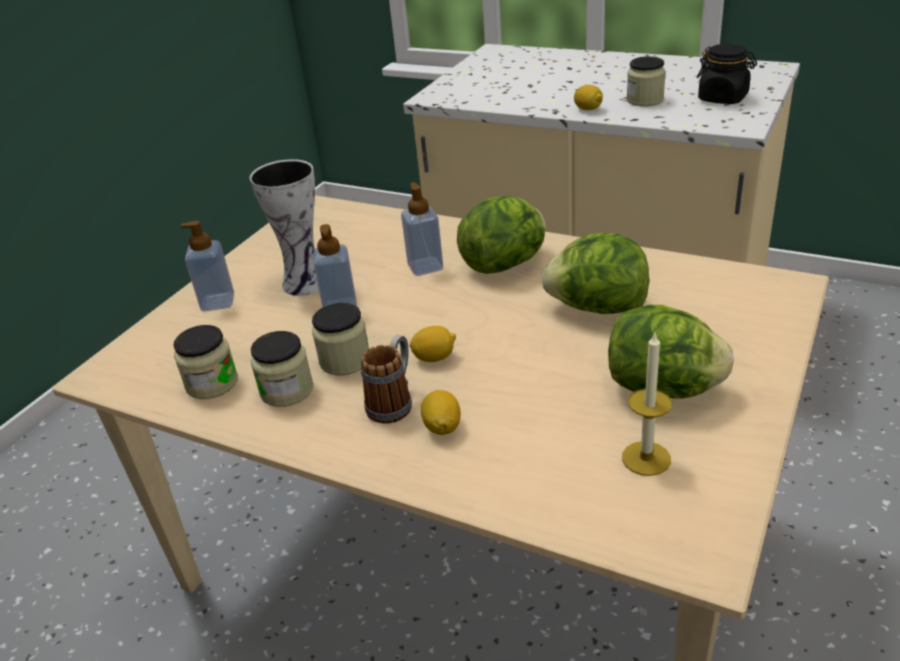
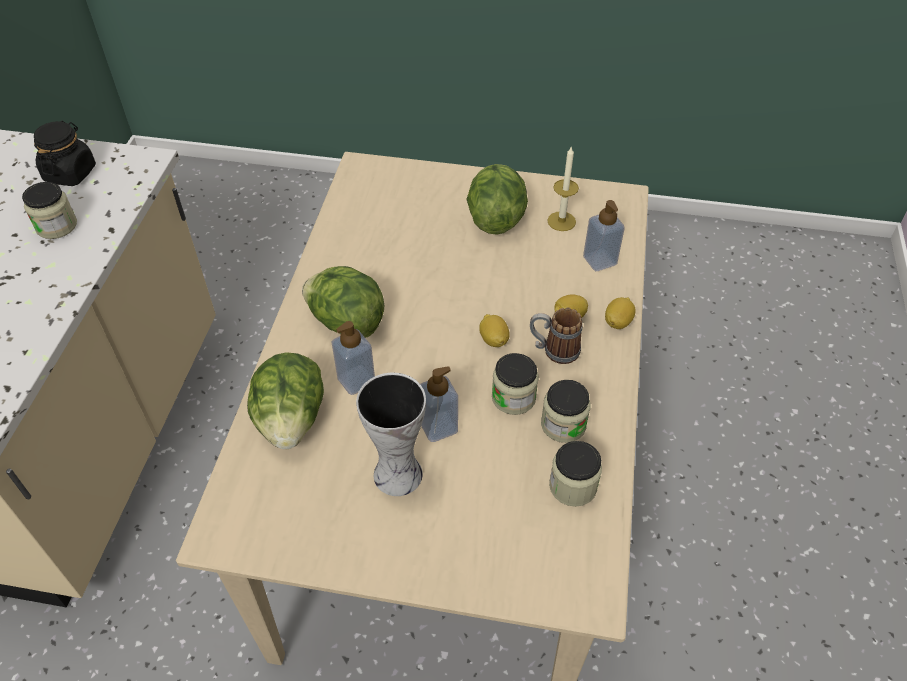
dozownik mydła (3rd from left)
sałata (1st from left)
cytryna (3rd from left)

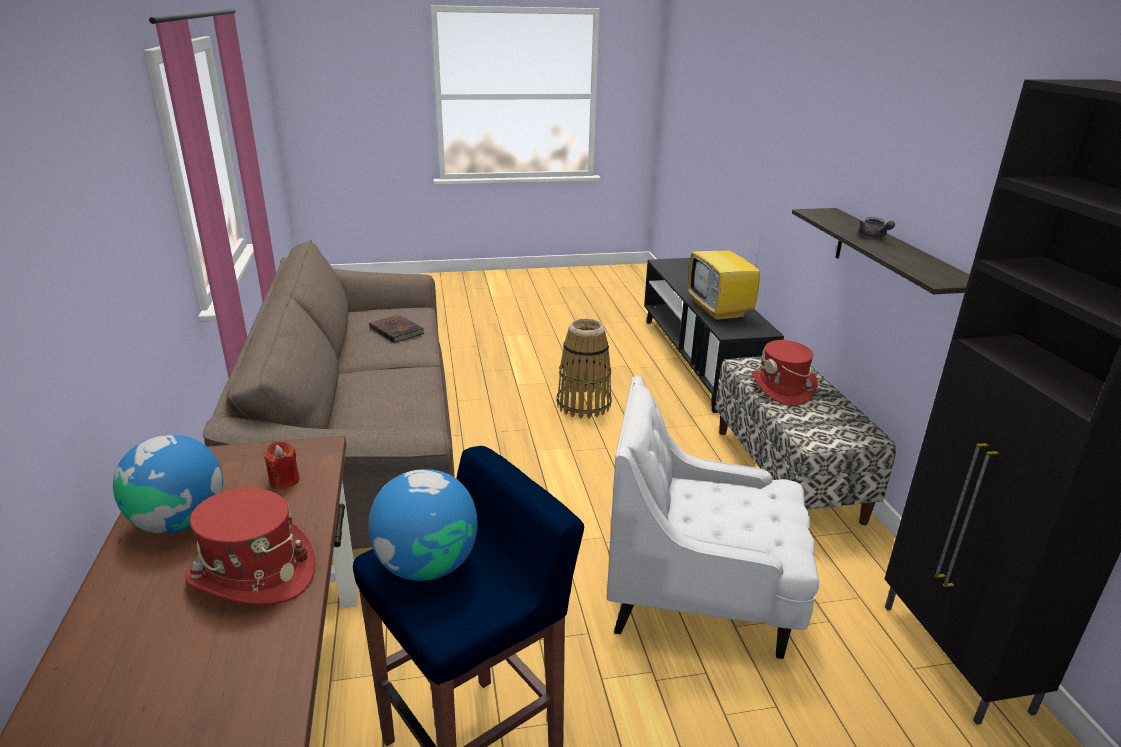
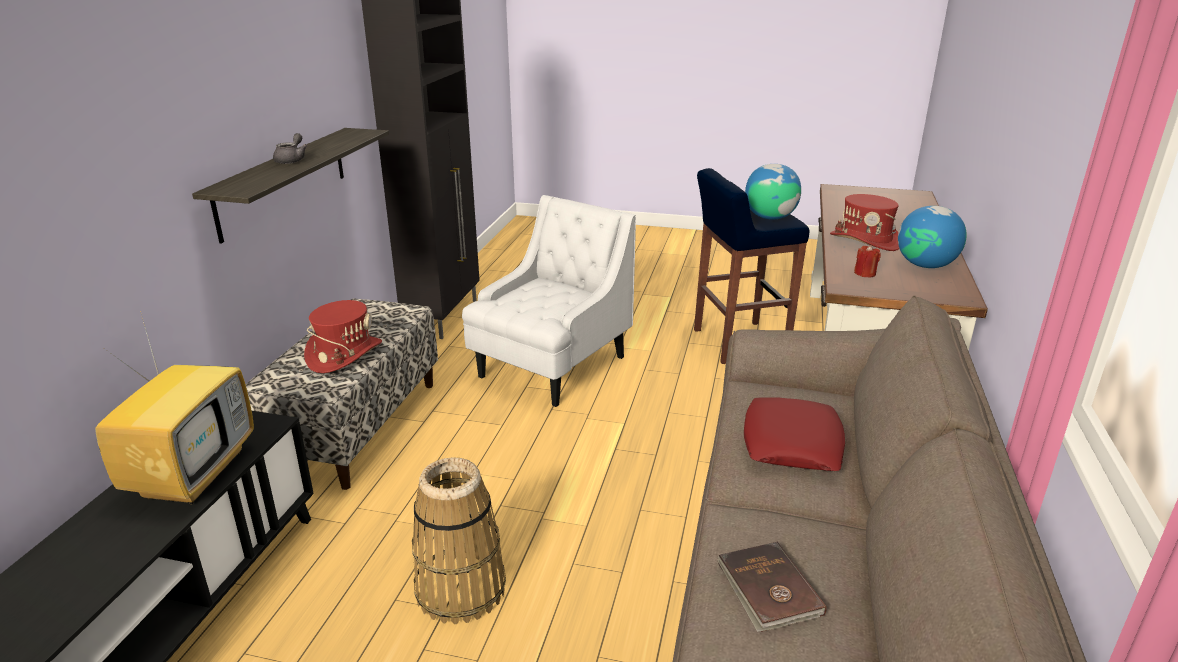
fotel (biały)
poduszka (czerwony)

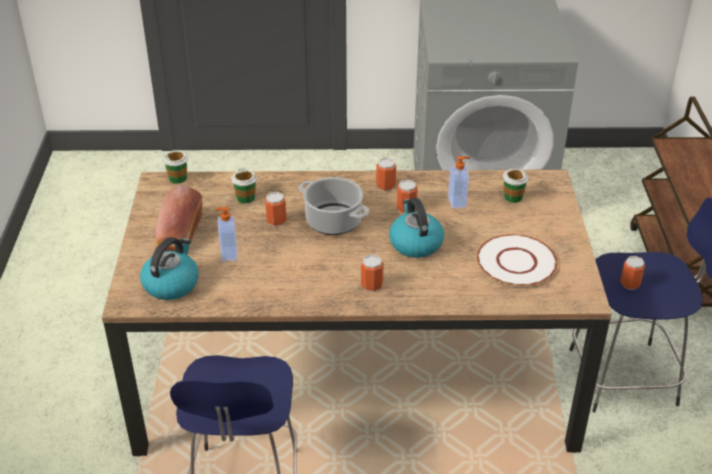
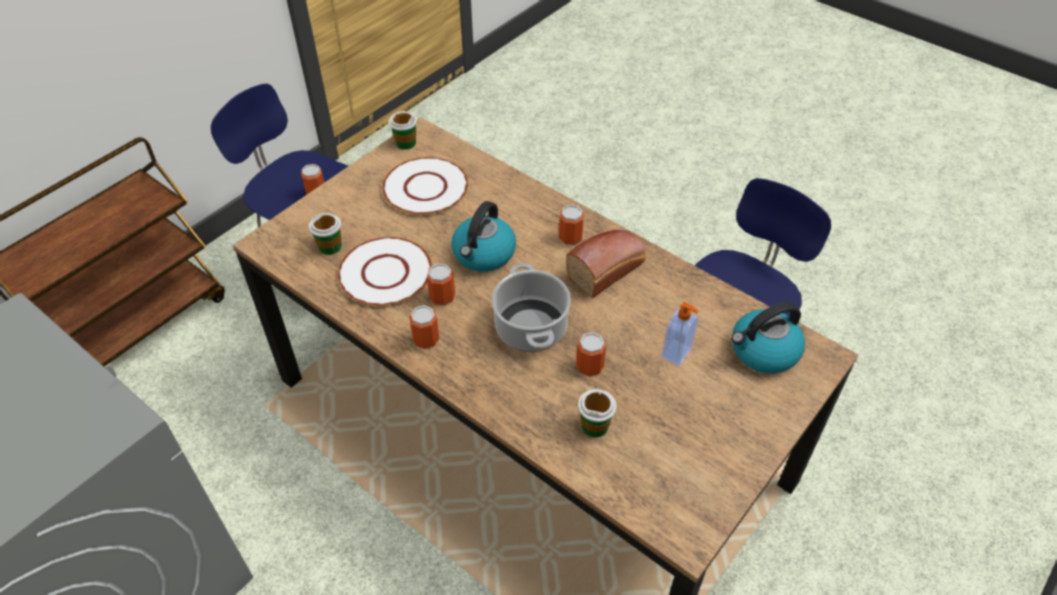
chleb
filiżanka (2nd from left)
talerz (biały) (1st from left)

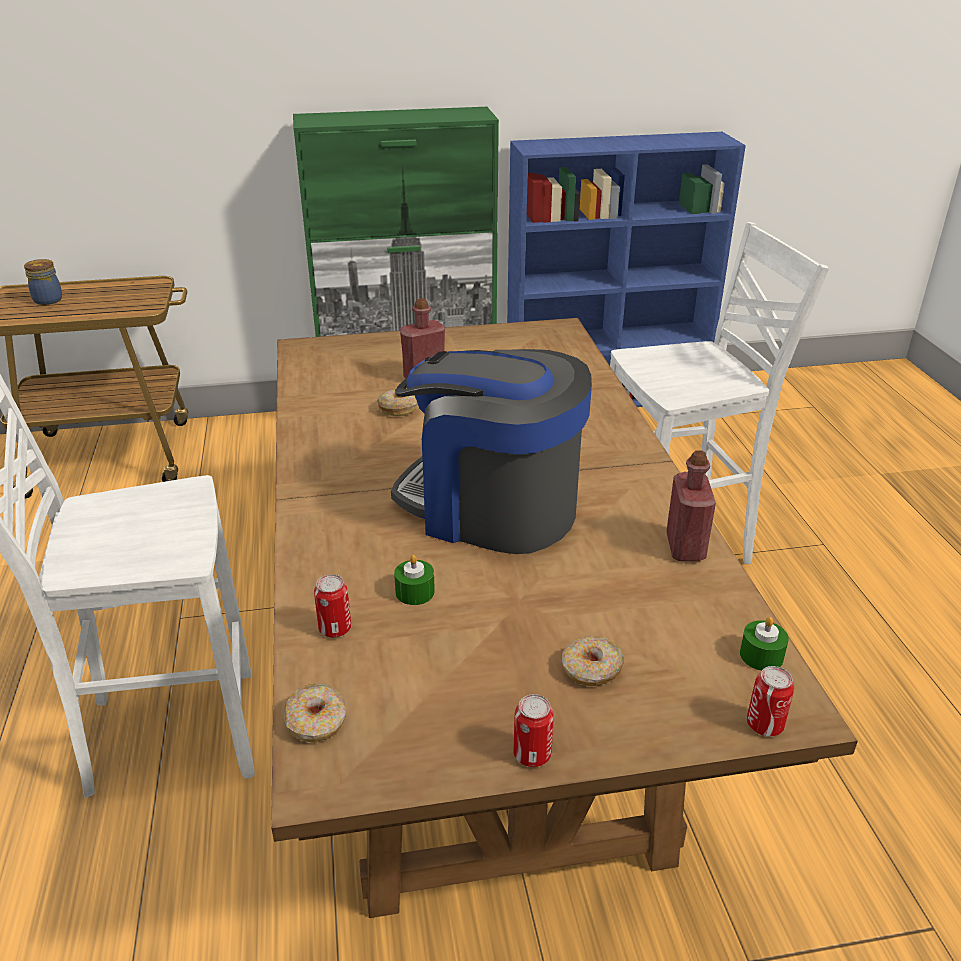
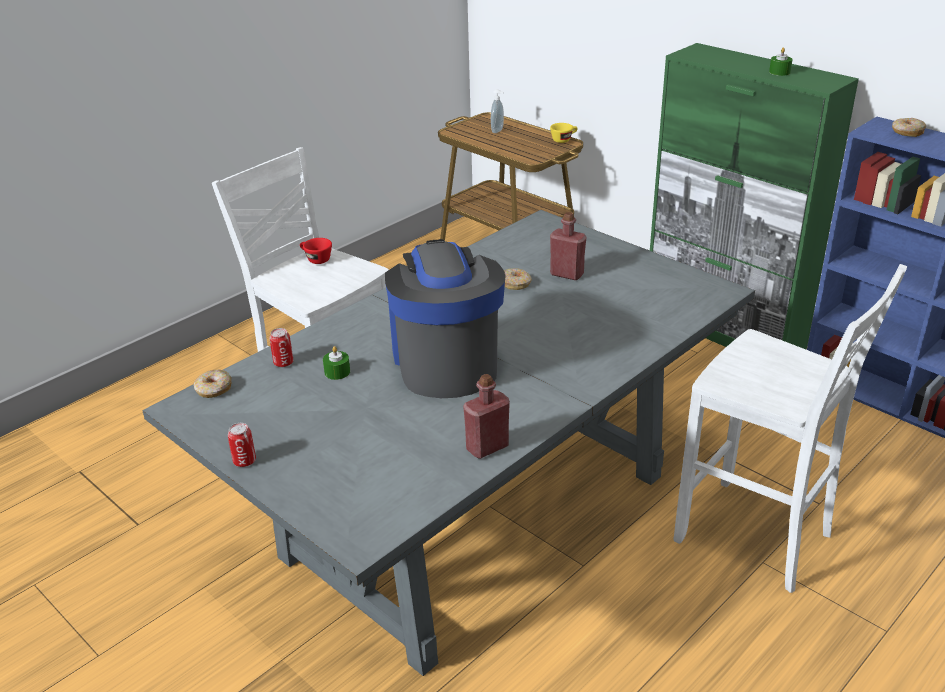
dozownik mydła
stół jadalny (szary)
donut (3rd from left)
świeca (zielony) (2nd from left)
puszka (3rd from left in the first image)
filiżanka (czerwony)
filiżanka (żółty)

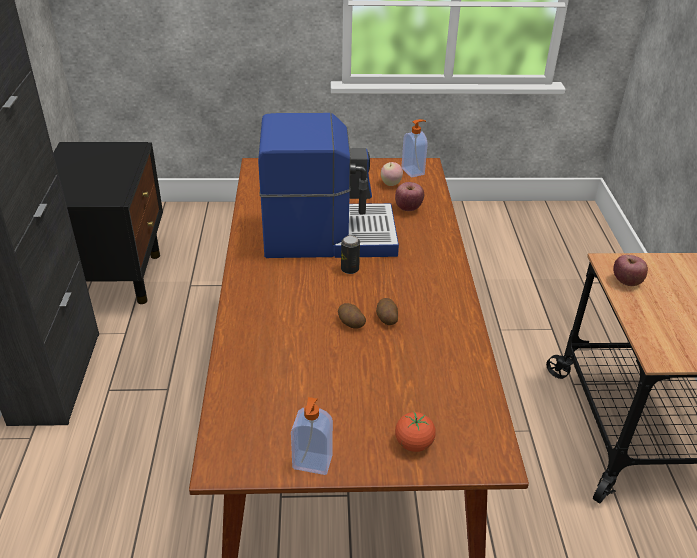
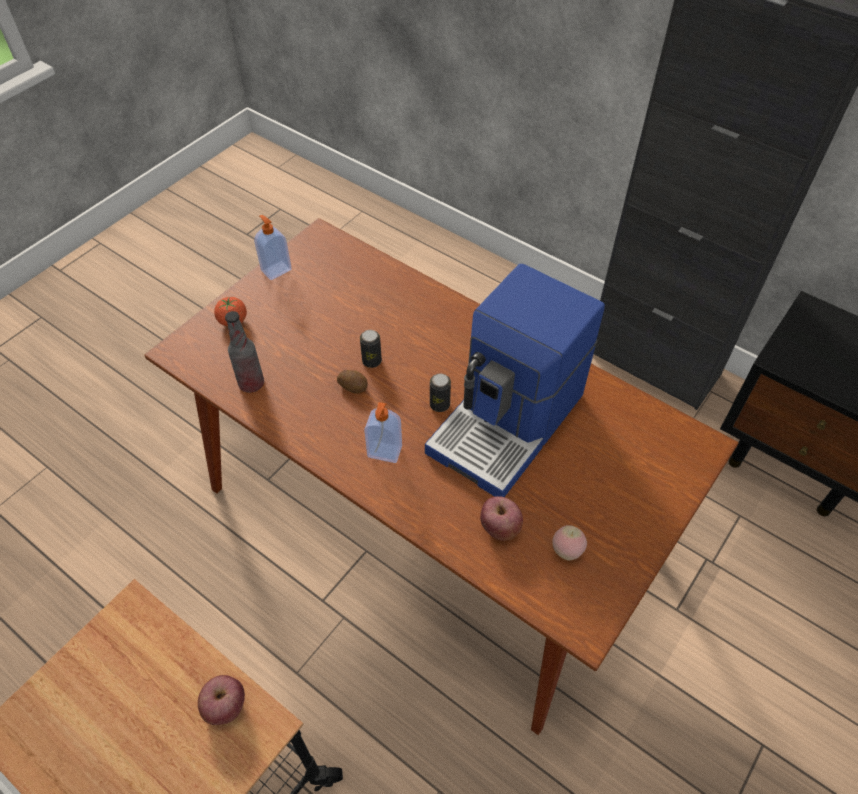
puszka (1st from left)
dozownik mydła (2nd from left)
butelka

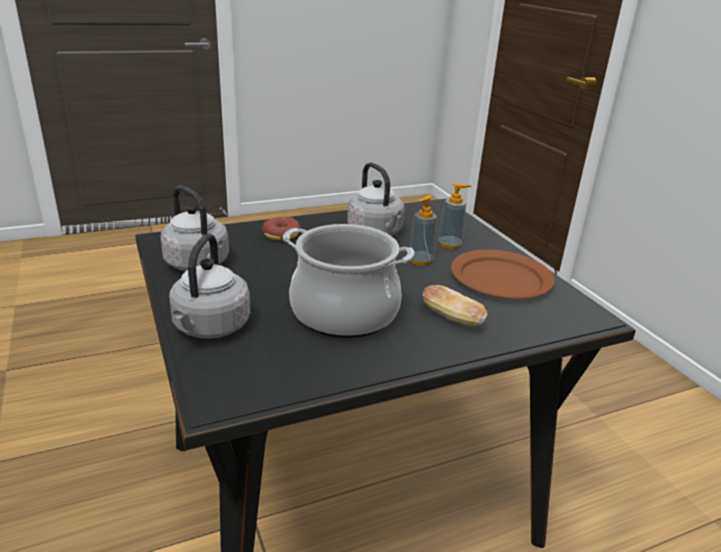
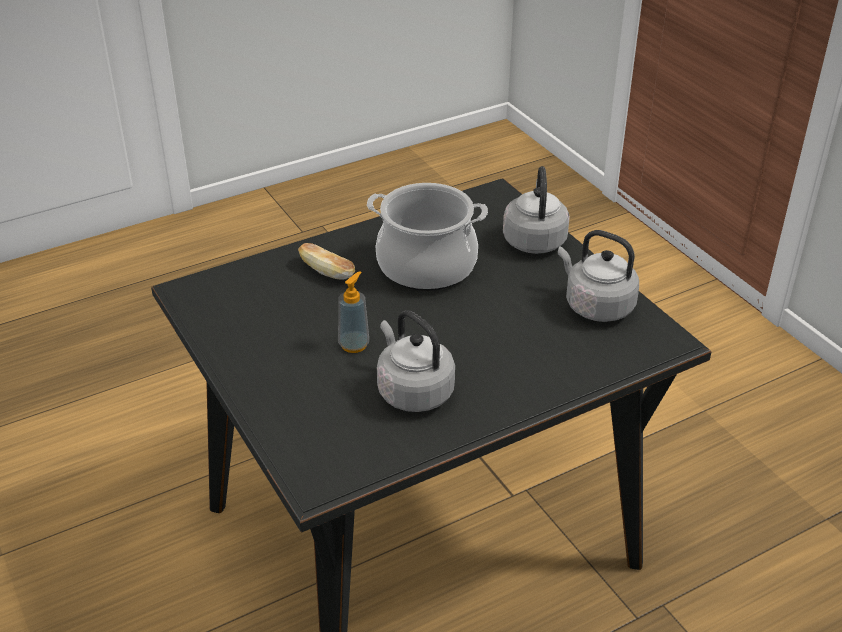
donut
dozownik mydła (2nd from left in the first image)
talerz (brązowy)

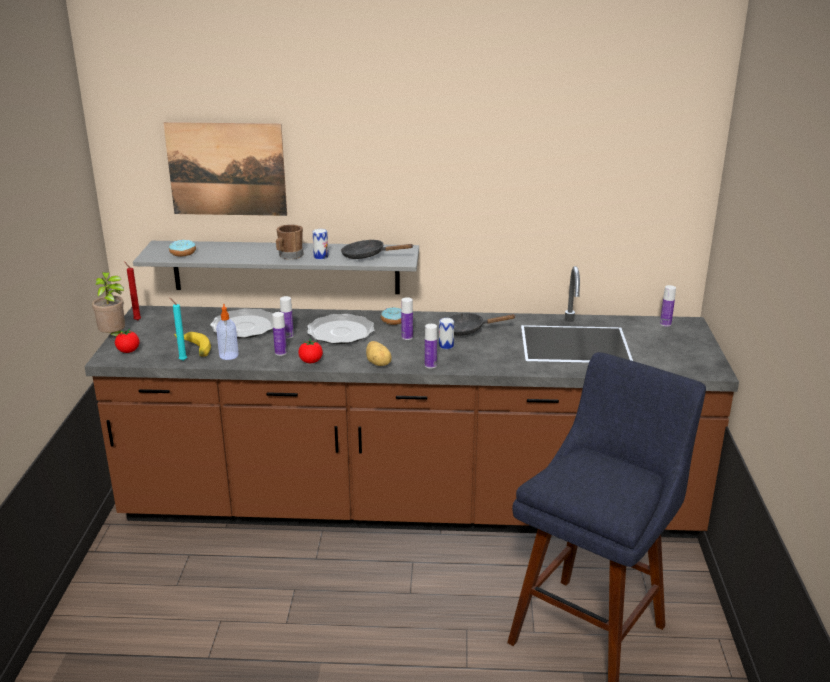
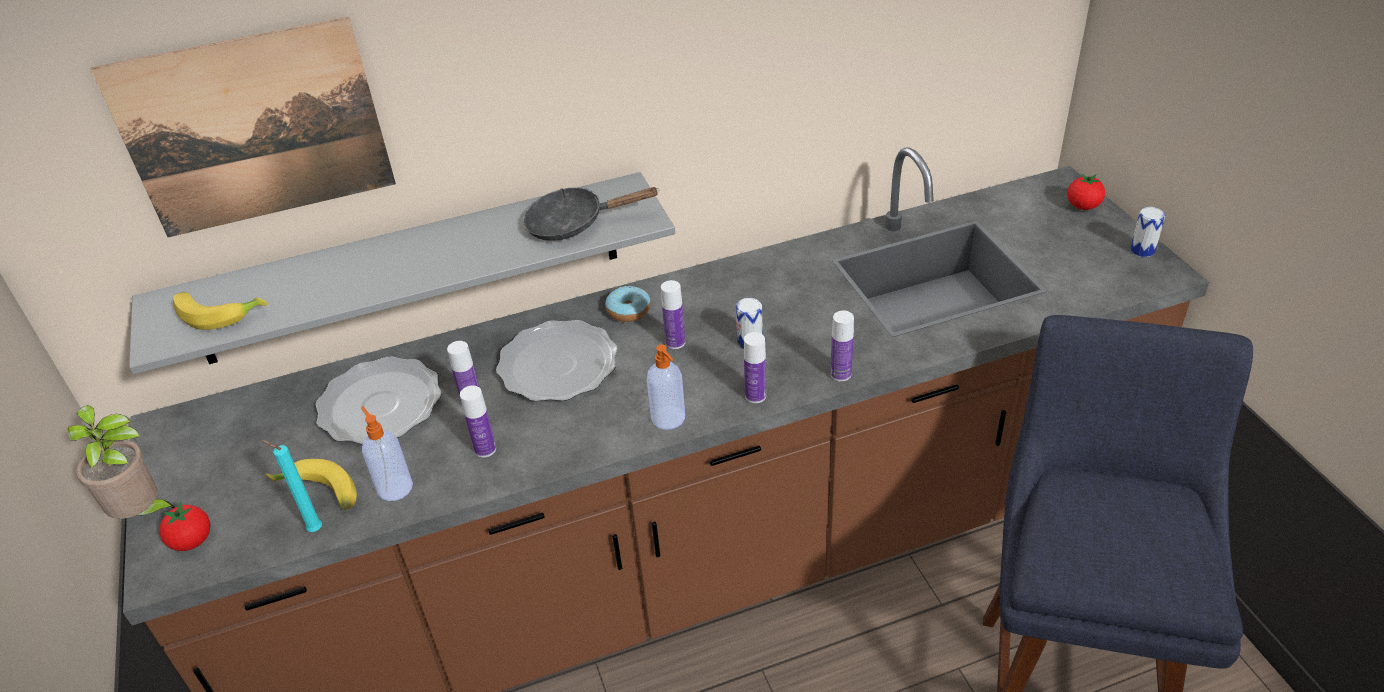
świeca (czerwony)
banan (1st from left)
kubek (brązowy)
pomidor (2nd from left)
puszka (2nd from left)
dozownik mydła (2nd from left)
patelnia (czarny) (2nd from left in the first image)
butelka (5th from left)

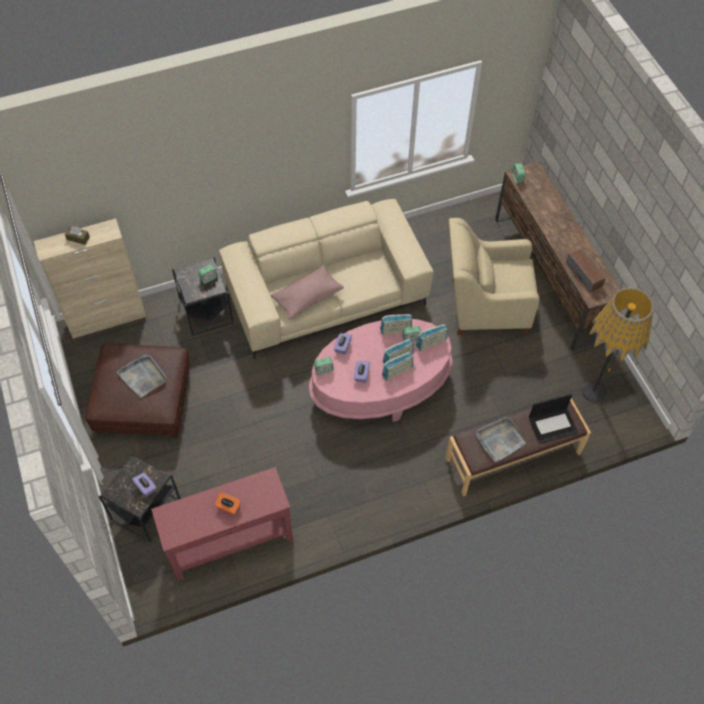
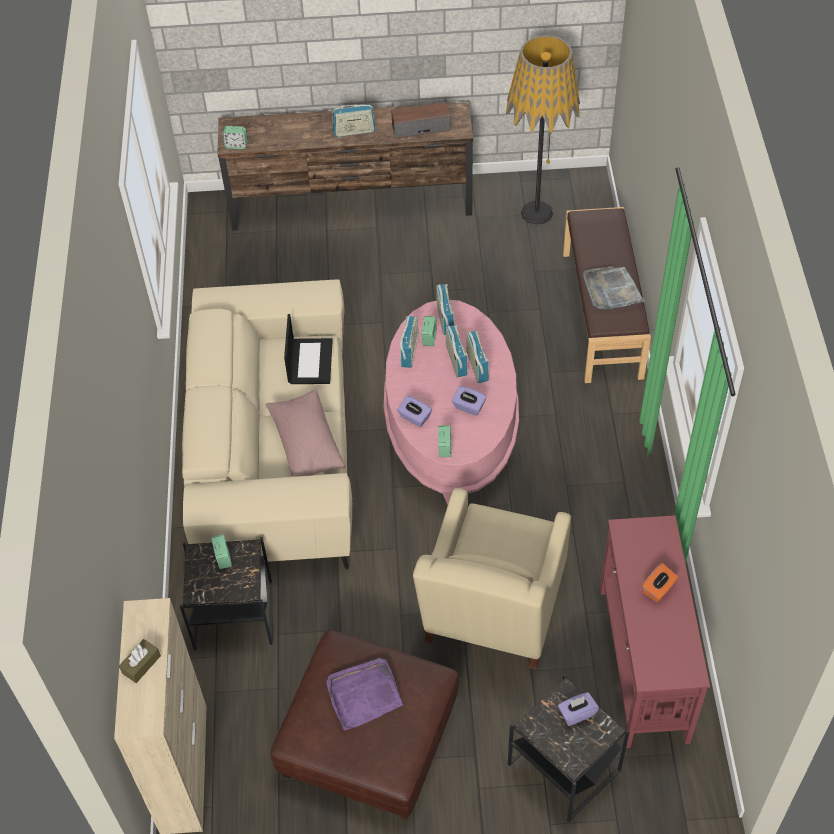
taca (fioletowy)
fotel (beżowy)
laptop
radio (1st from left)

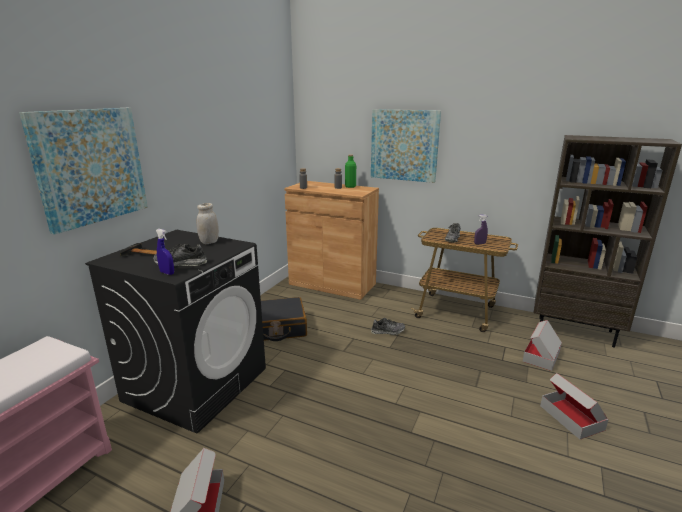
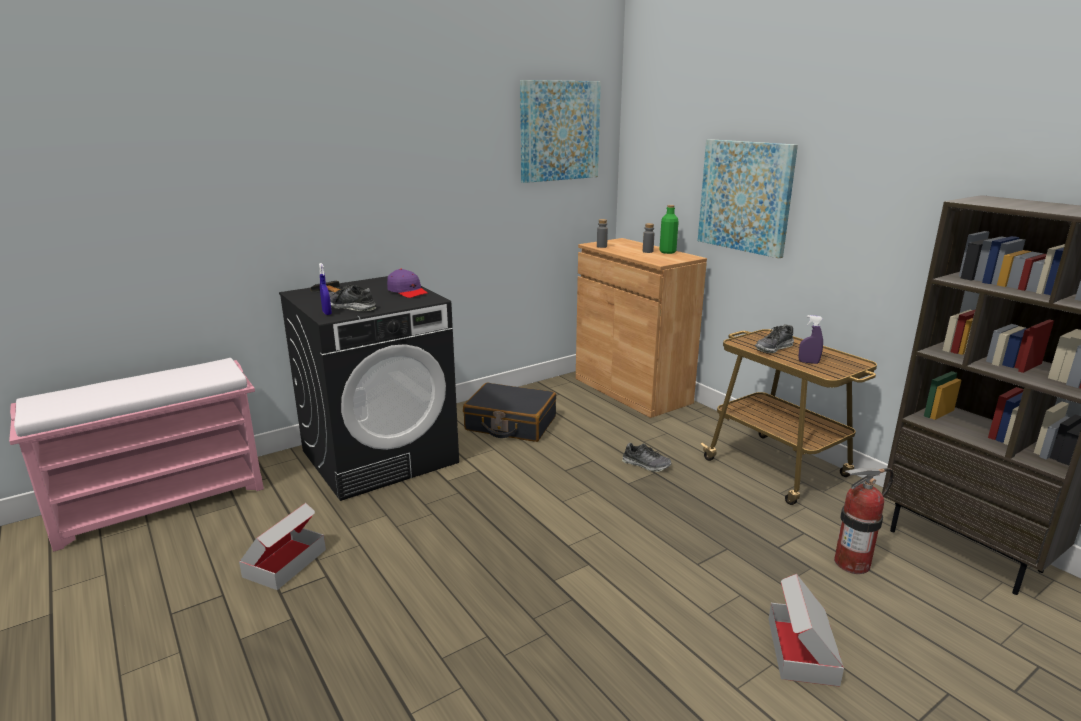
obraz (1st from left)
czapka z daszkiem (fioletowy)
gaśnica

